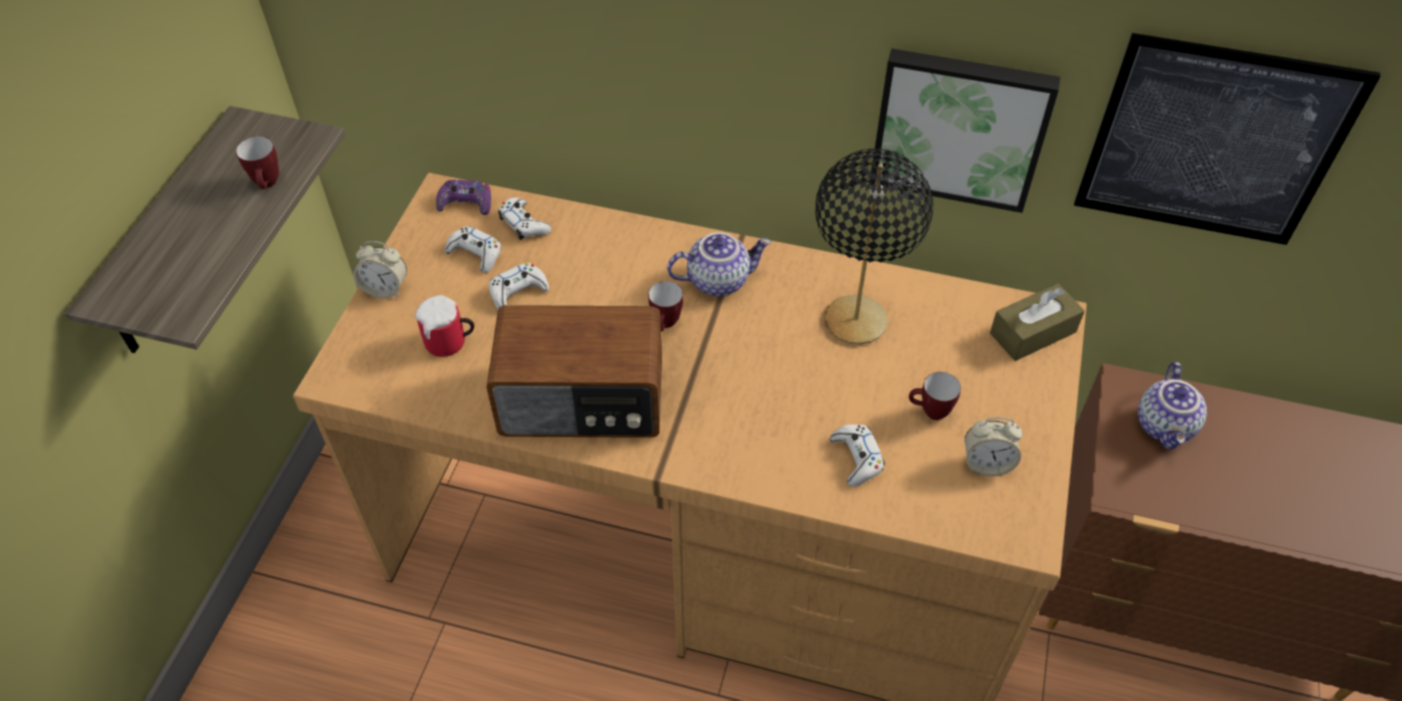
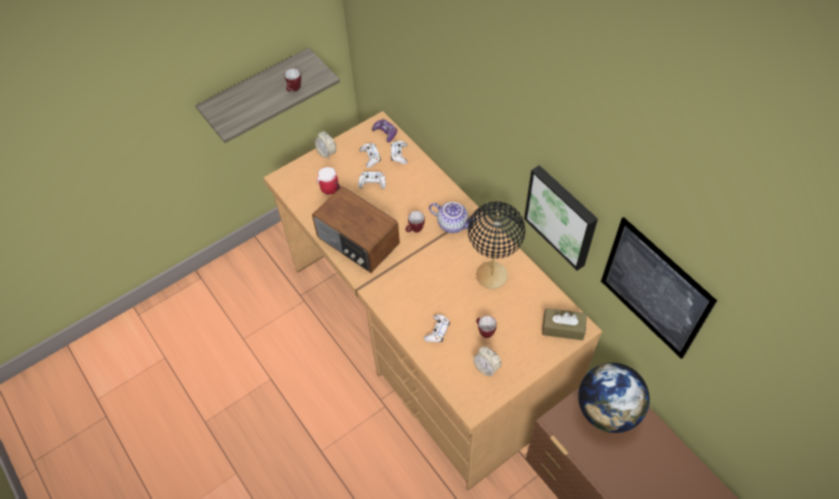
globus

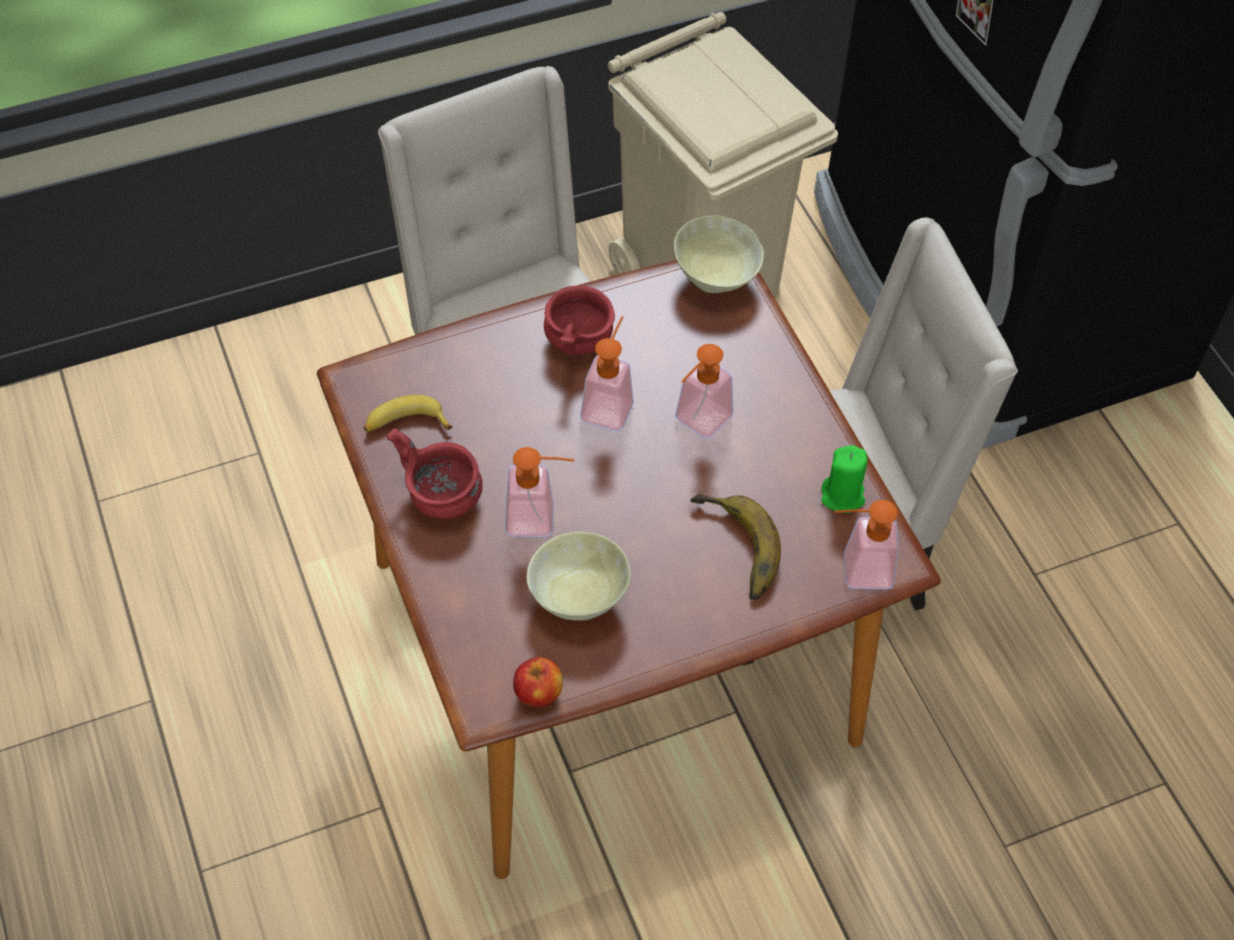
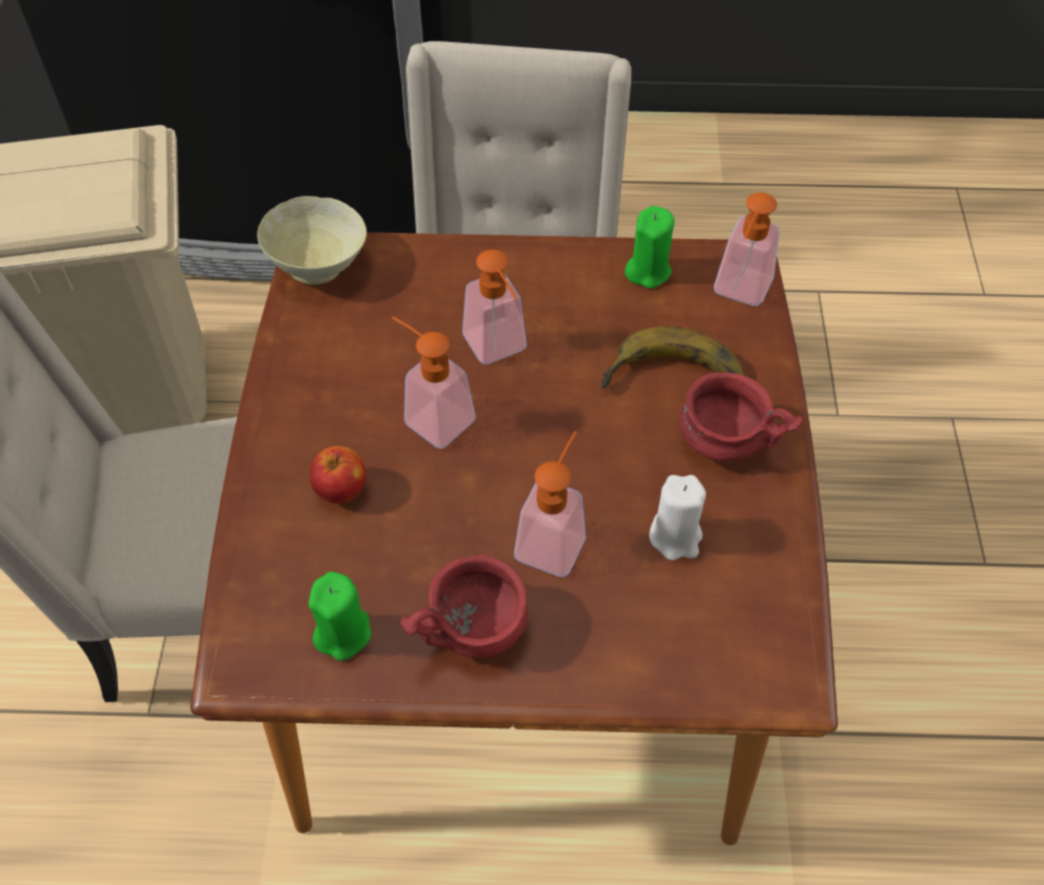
świeca (zielony) (1st from left)
jabłko
świeca (biały)
miska (czerwony) (2nd from left)

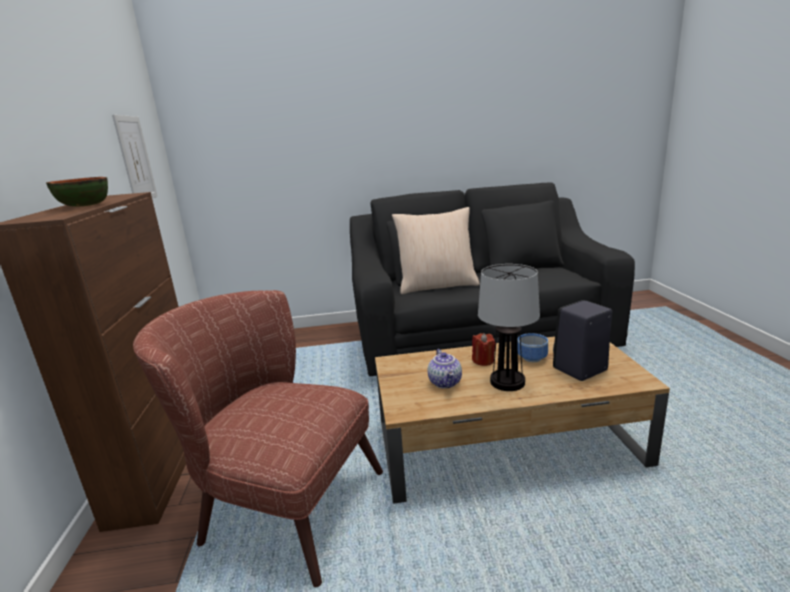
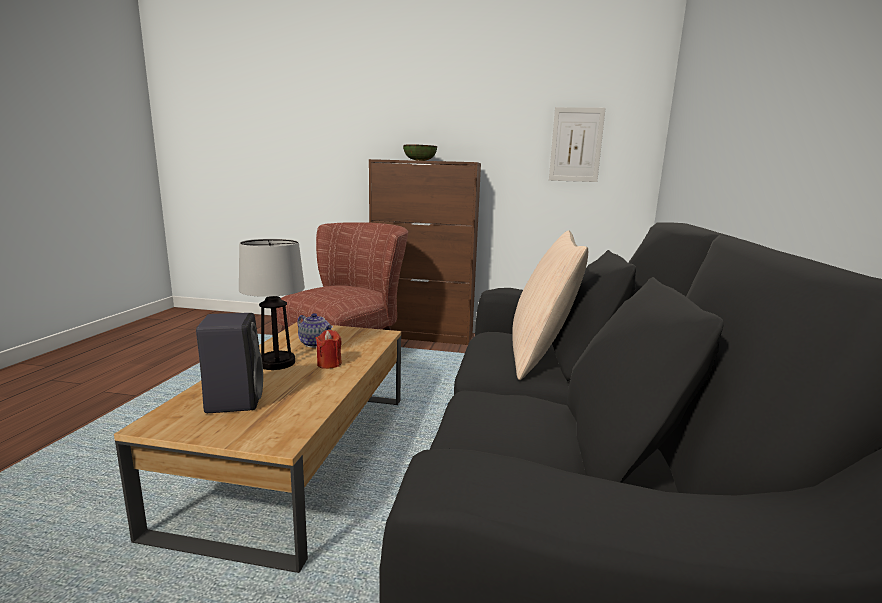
imbryk
miska (2nd from left in the first image)

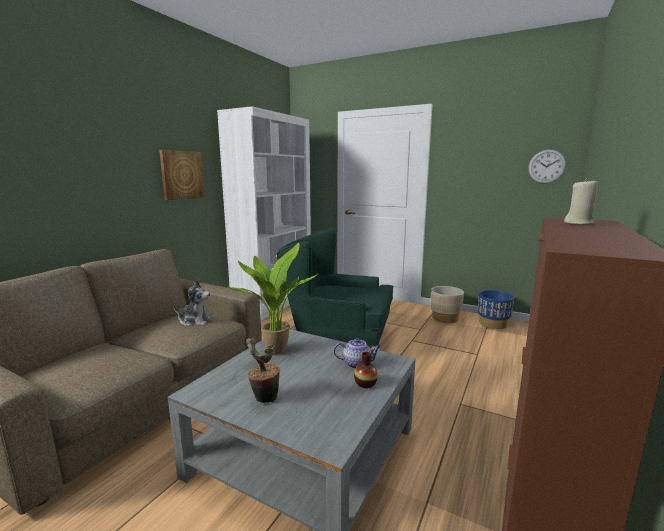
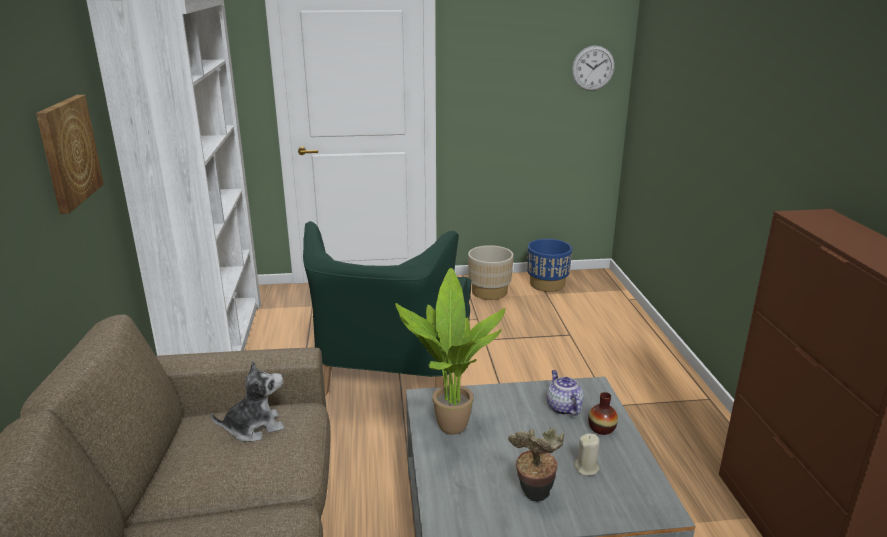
fotel (zielony)
imbryk
świeca (beżowy)

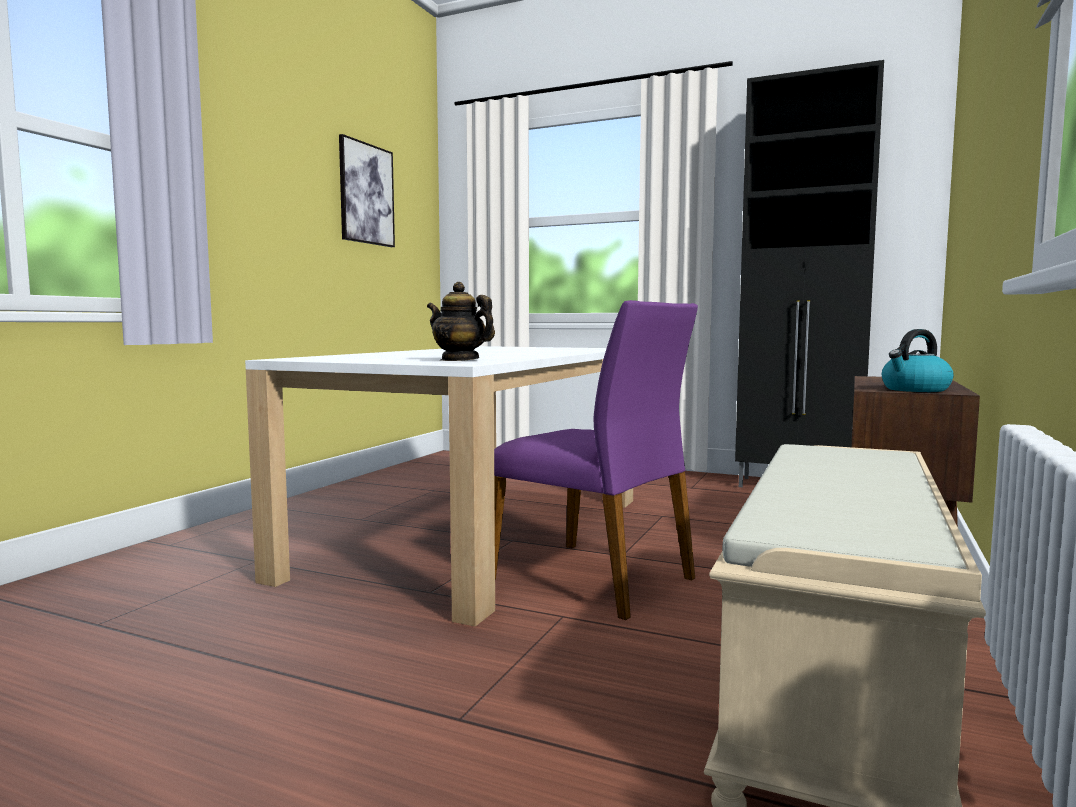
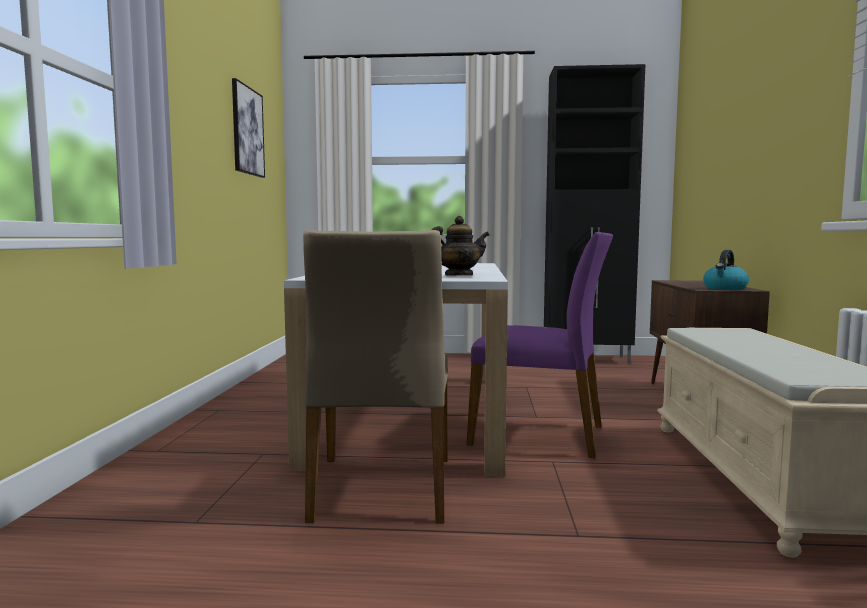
imbryk
krzesło (beżowy)

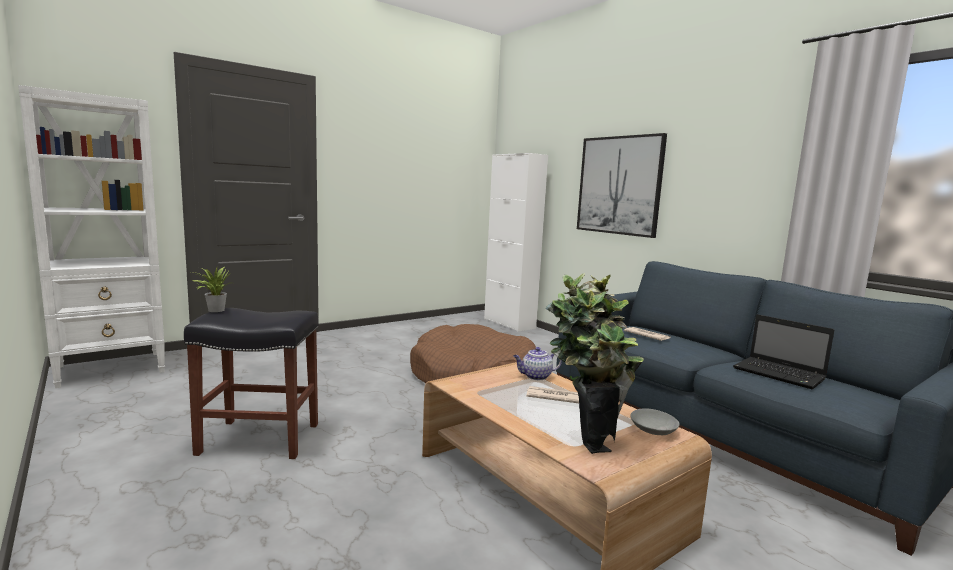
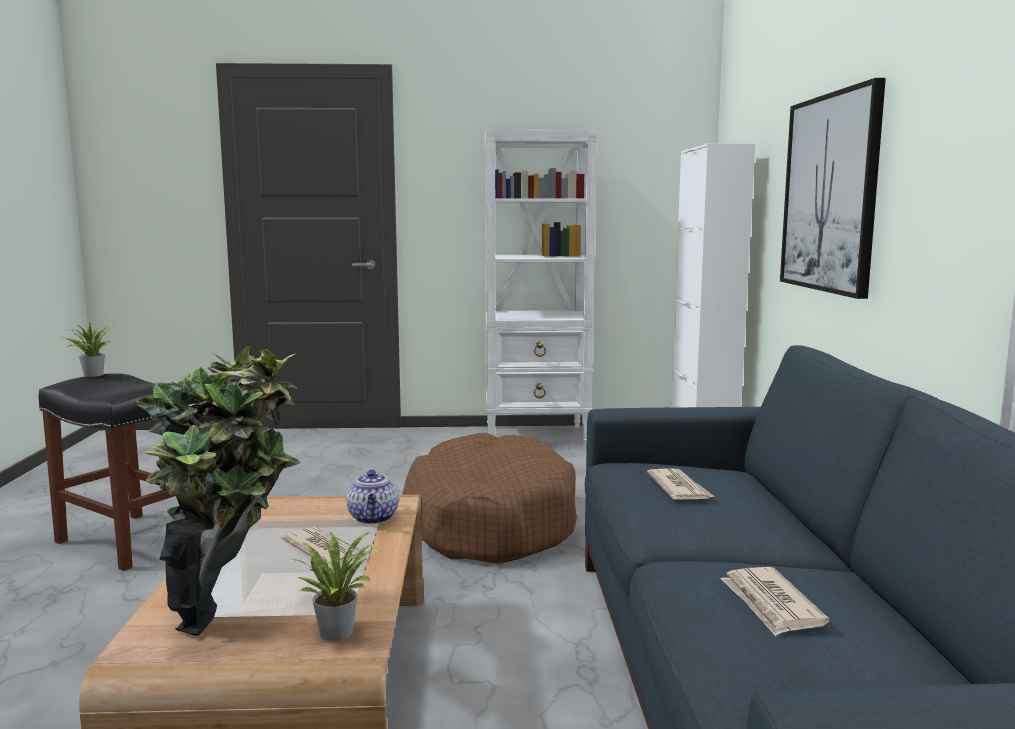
regał (biały)
imbryk
roślina doniczkowa (3rd from left)
gazeta (3rd from left)

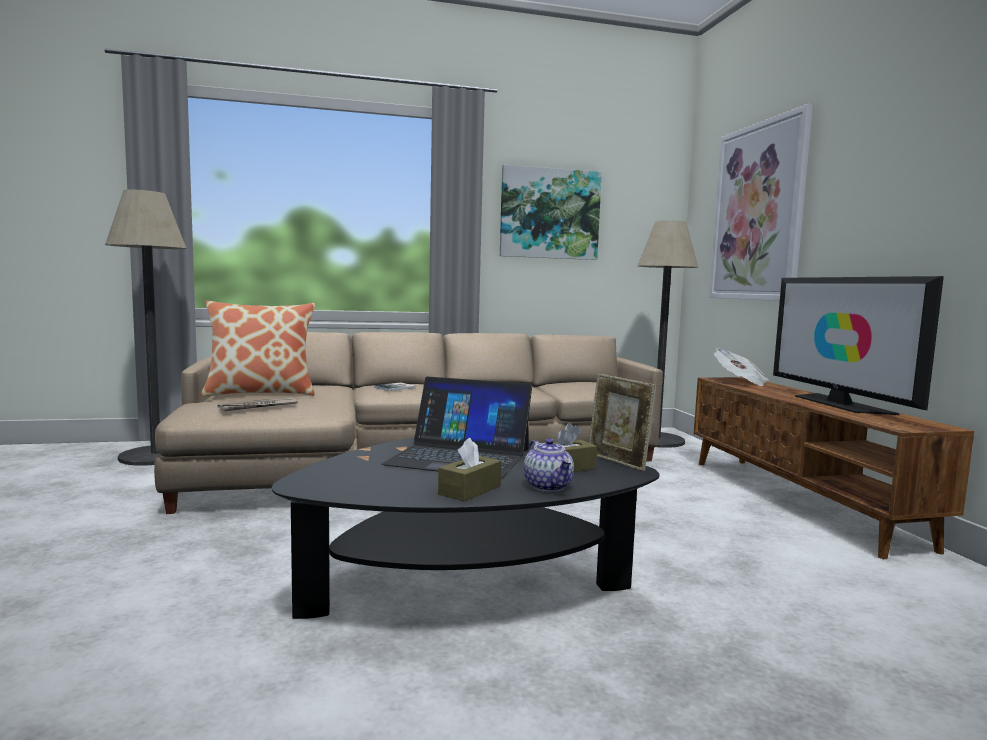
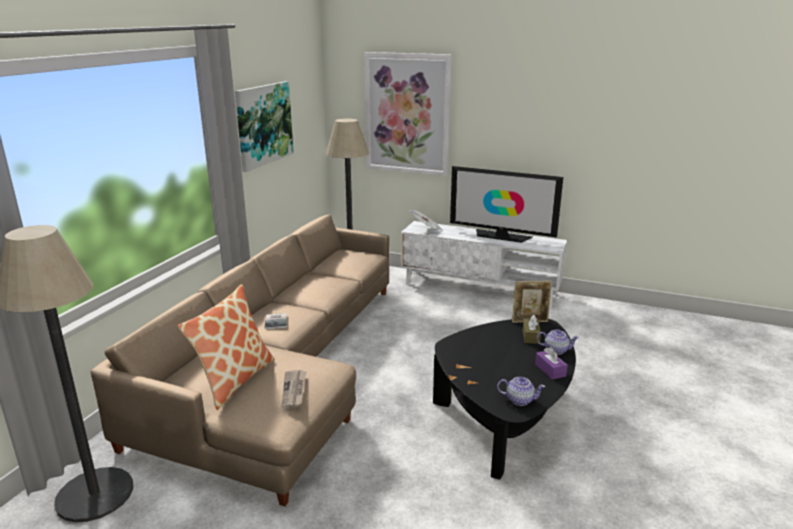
laptop
pudełko chusteczek (fioletowy)
szafka pod telewizor (biały)
imbryk (1st from left)

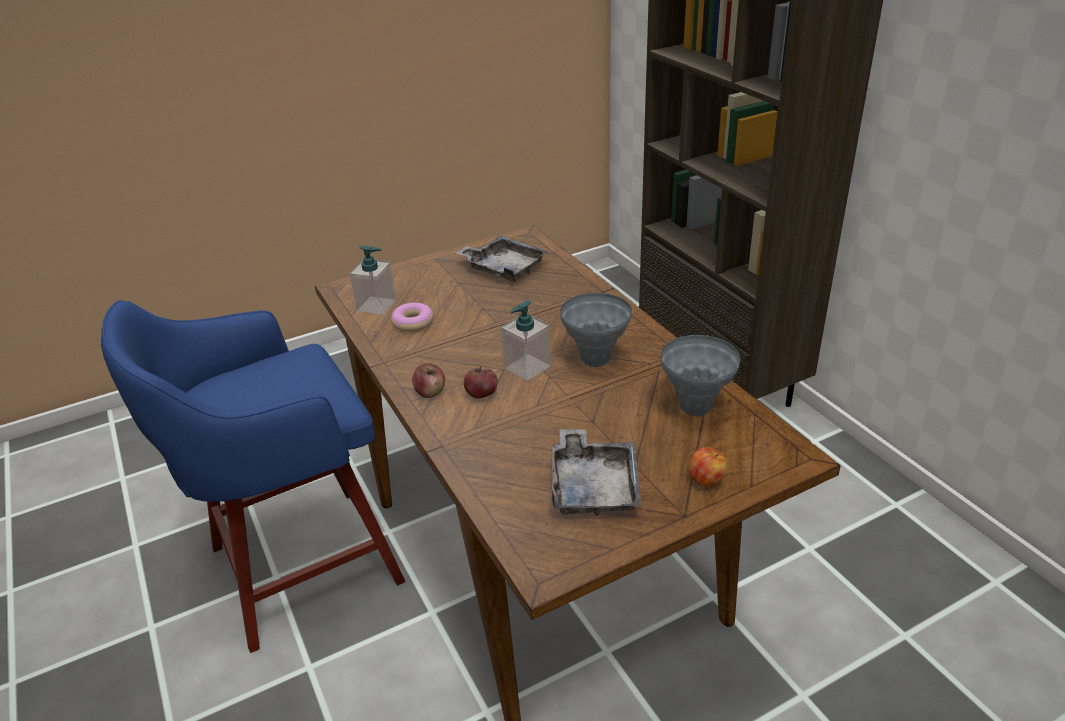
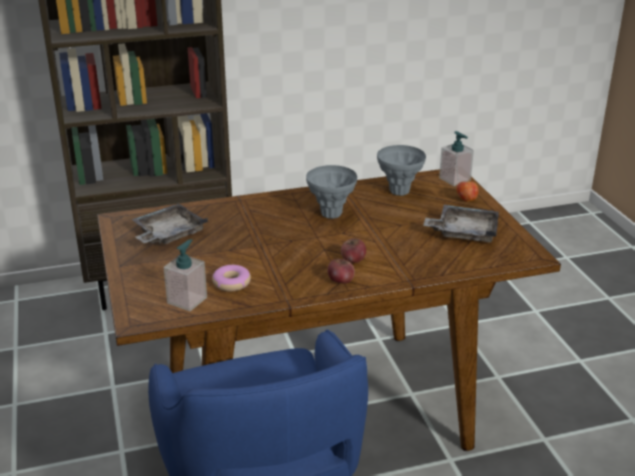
dozownik mydła (2nd from left)

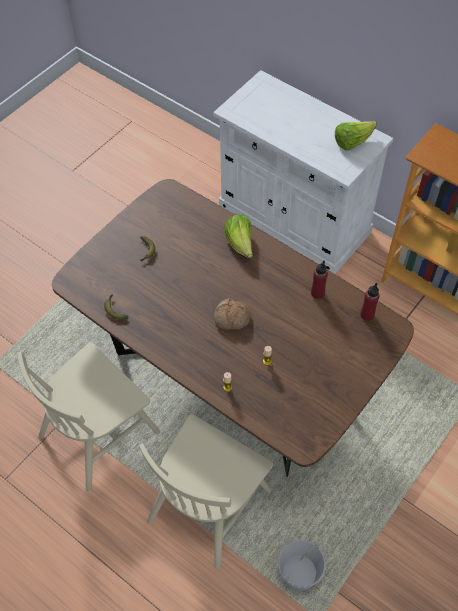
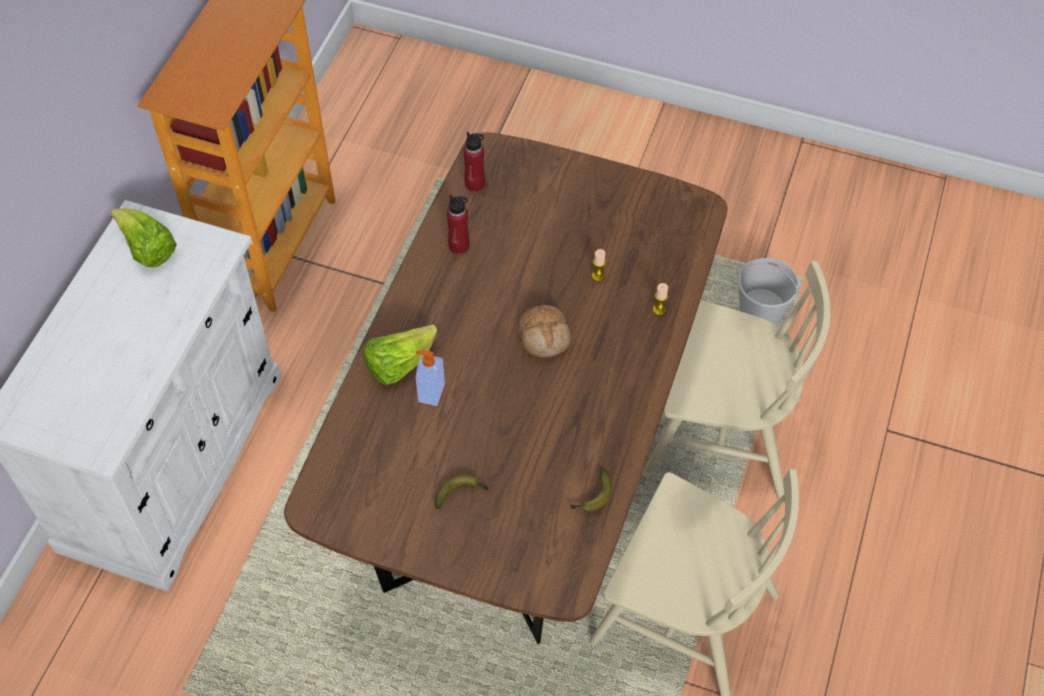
dozownik mydła

